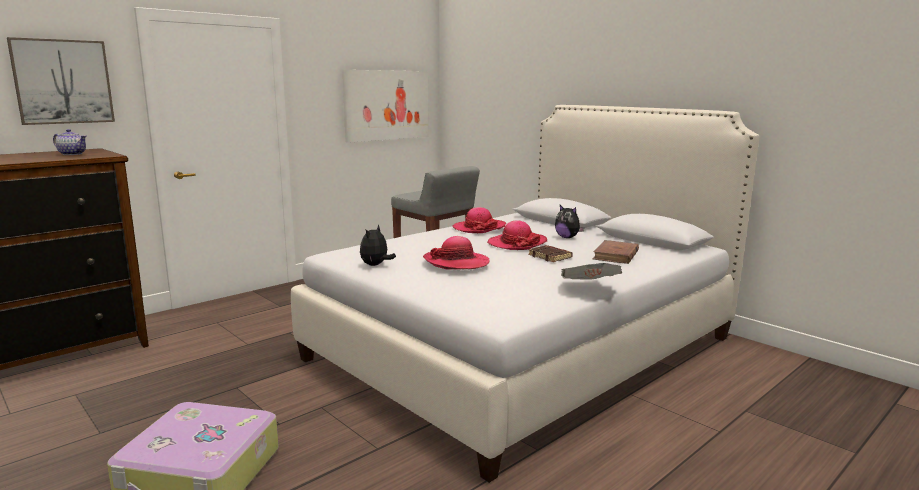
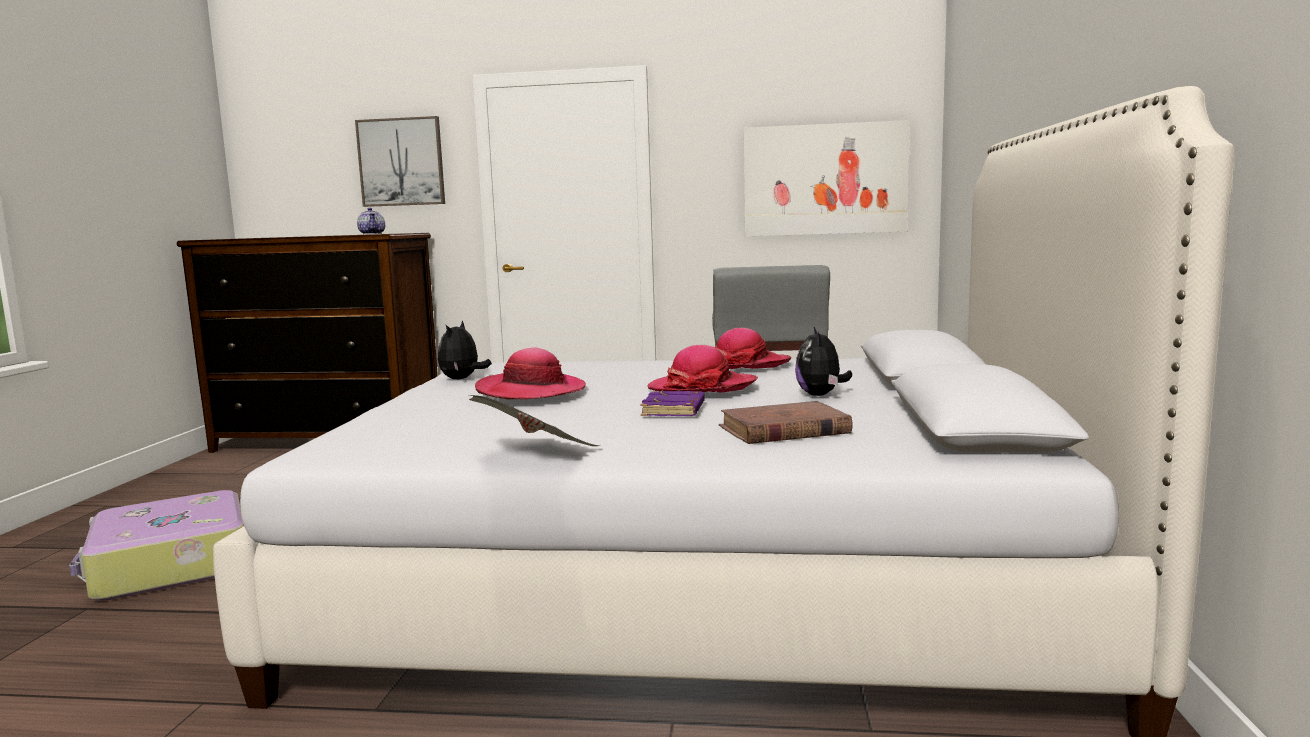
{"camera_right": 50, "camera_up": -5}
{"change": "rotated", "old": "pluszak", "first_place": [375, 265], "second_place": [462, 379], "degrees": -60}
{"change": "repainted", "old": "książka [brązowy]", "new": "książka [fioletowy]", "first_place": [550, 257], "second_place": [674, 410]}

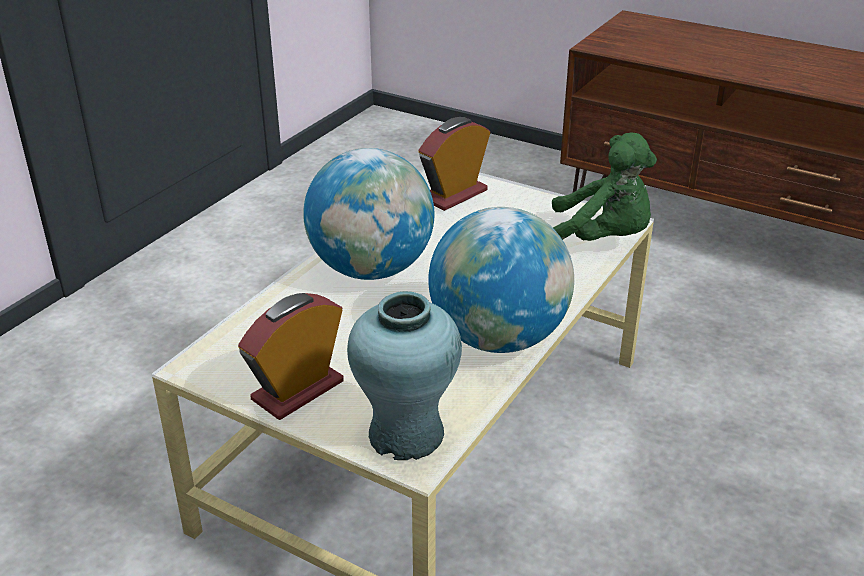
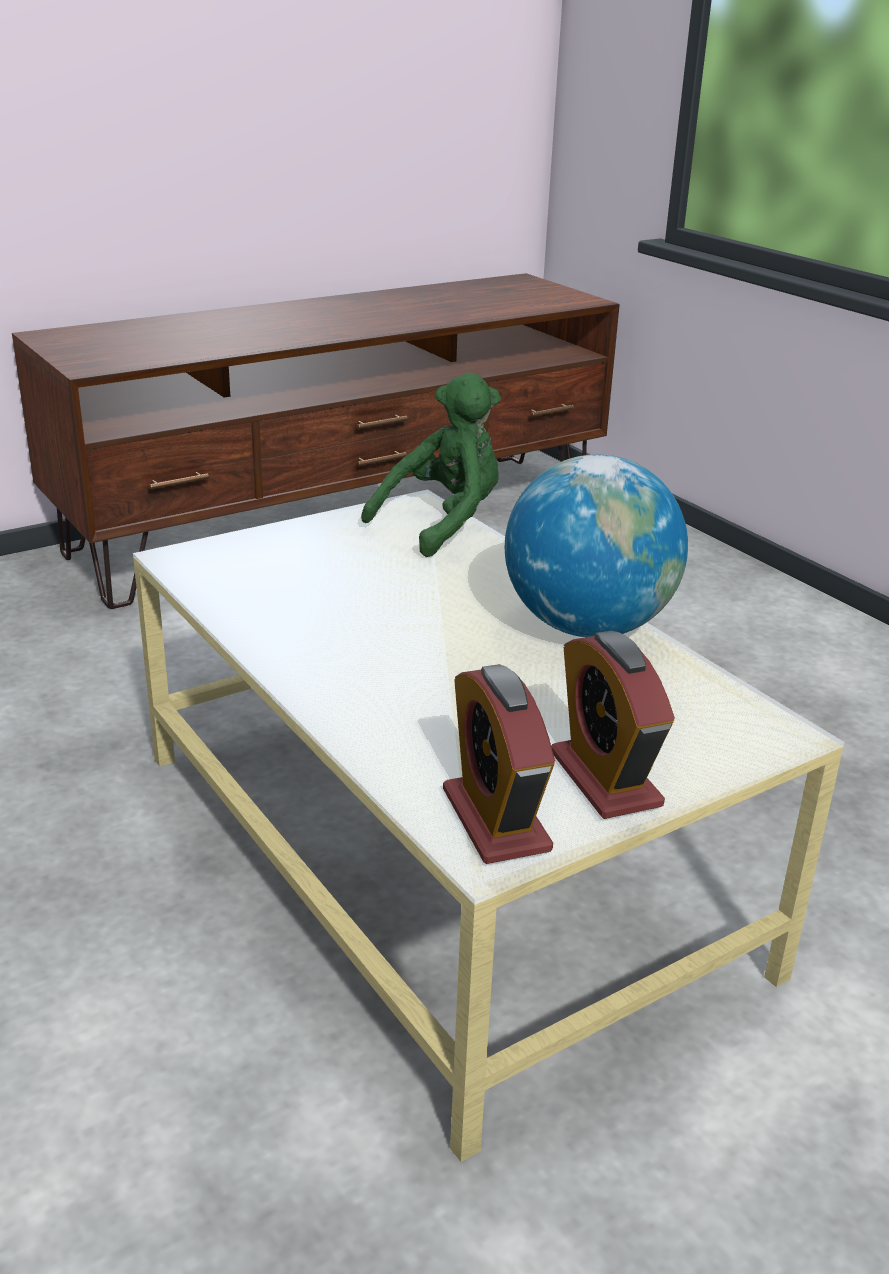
{"camera_right": -65, "camera_up": -5}
{"change": "shifted", "old": "budzik", "first_place": [454, 195], "second_place": [495, 820]}
{"change": "gone", "old": "globus", "first_place": [371, 269]}
{"change": "gone", "old": "wazon [turkusowy]", "first_place": [407, 435]}

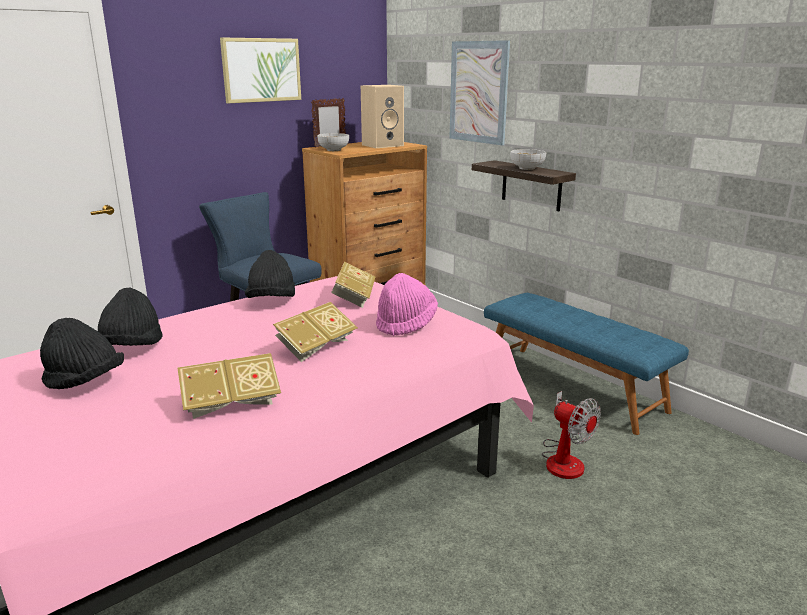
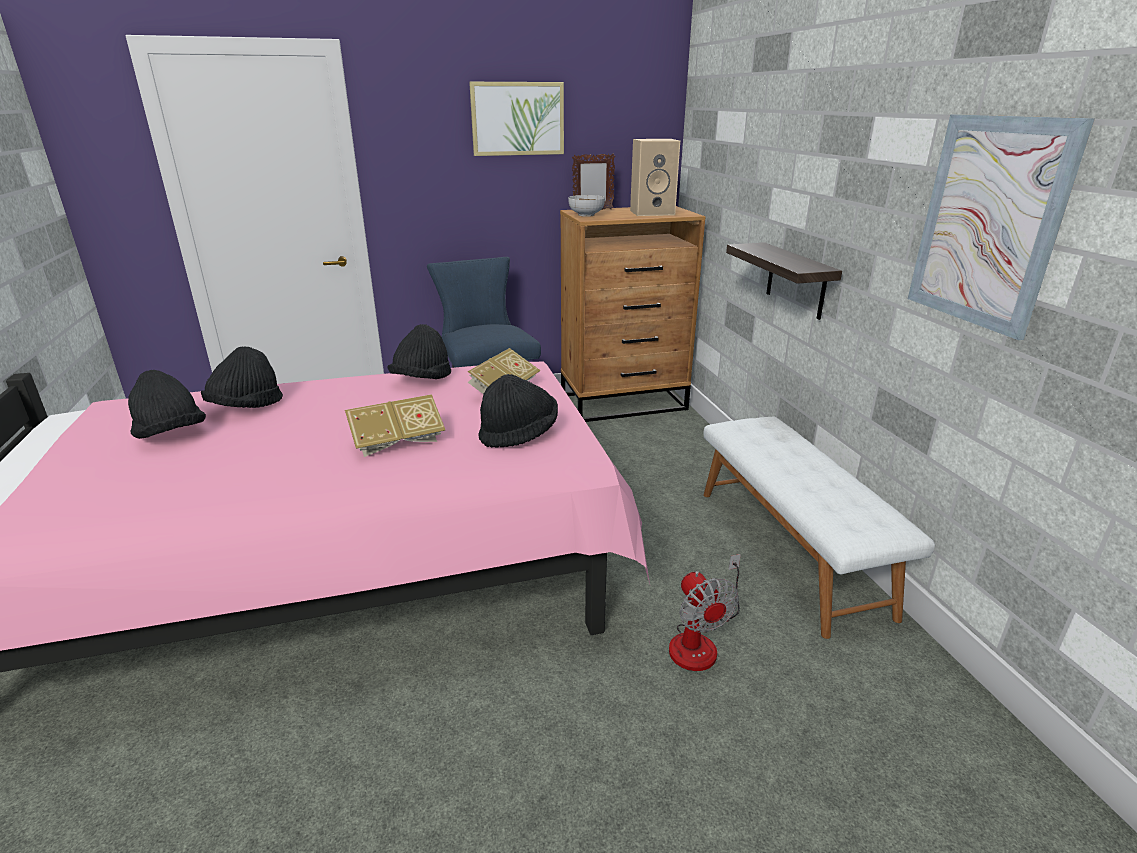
{"camera_right": 25, "camera_up": 5}
{"change": "repainted", "old": "kapelusz [różowy]", "new": "kapelusz [czarny]", "first_place": [406, 324], "second_place": [519, 434]}
{"change": "repainted", "old": "ławka [niebieski]", "new": "ławka [biały]", "first_place": [573, 386], "second_place": [790, 549]}
{"change": "shifted", "old": "obraz", "first_place": [478, 92], "second_place": [988, 223]}
{"change": "gone", "old": "książka", "first_place": [231, 403]}
{"change": "gone", "old": "miska", "first_place": [527, 168]}

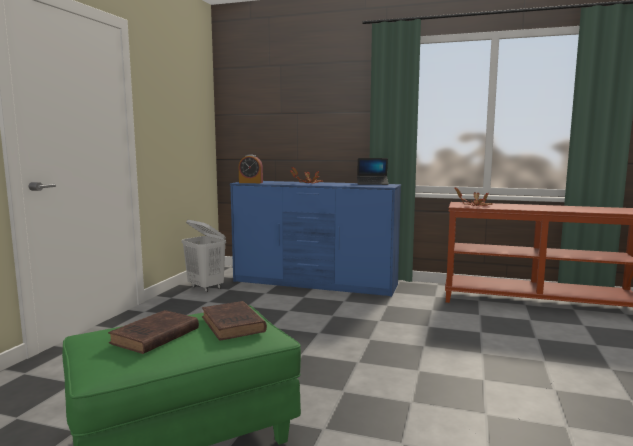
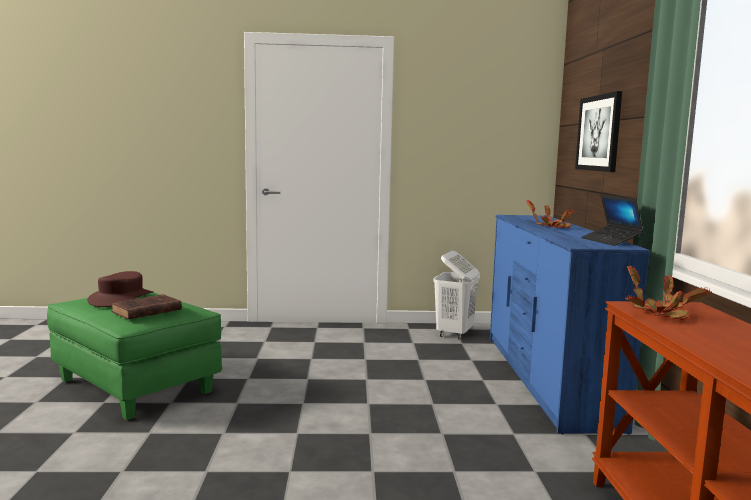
{"camera_right": 70, "camera_up": 0}
{"change": "swapped", "old": "książka [brązowy]", "new": "kapelusz [brązowy]", "first_place": [153, 337], "second_place": [121, 299]}
{"change": "new", "new": "obraz", "second_place": [599, 133]}
{"change": "gone", "old": "budzik", "first_place": [251, 182]}

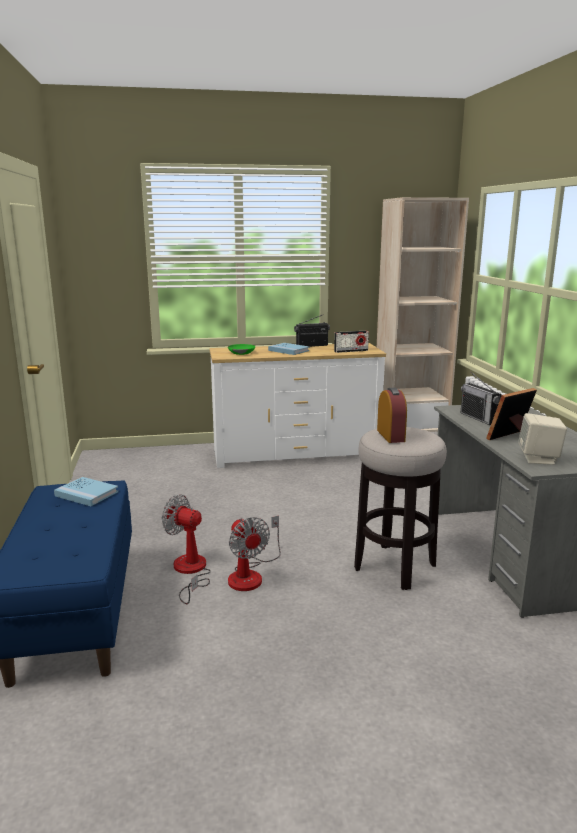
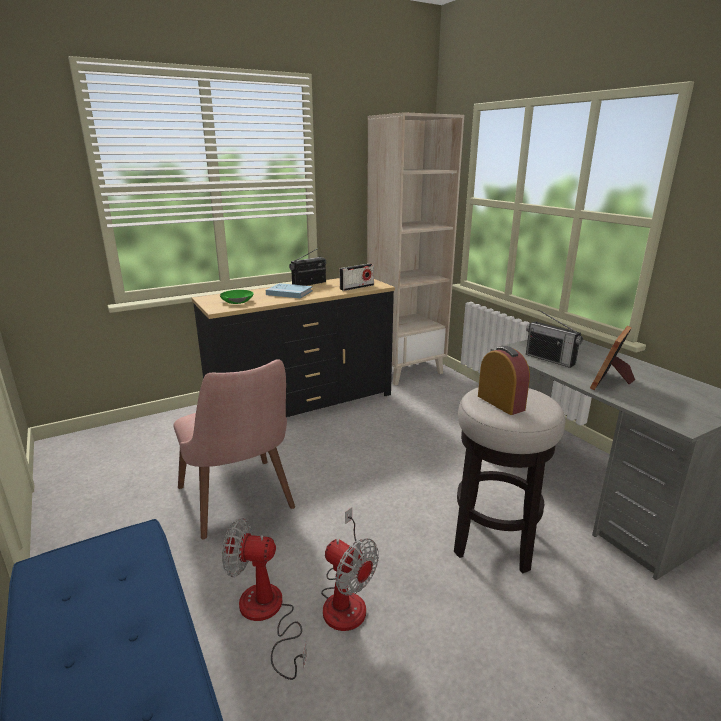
{"camera_right": -20, "camera_up": 5}
{"change": "new", "new": "krzesło [różowy]", "second_place": [241, 505]}
{"change": "repainted", "old": "komoda [biały]", "new": "komoda [czarny]", "first_place": [295, 454], "second_place": [302, 403]}
{"change": "gone", "old": "książka [niebieski]", "first_place": [86, 494]}
{"change": "gone", "old": "głośnik [beżowy]", "first_place": [539, 459]}

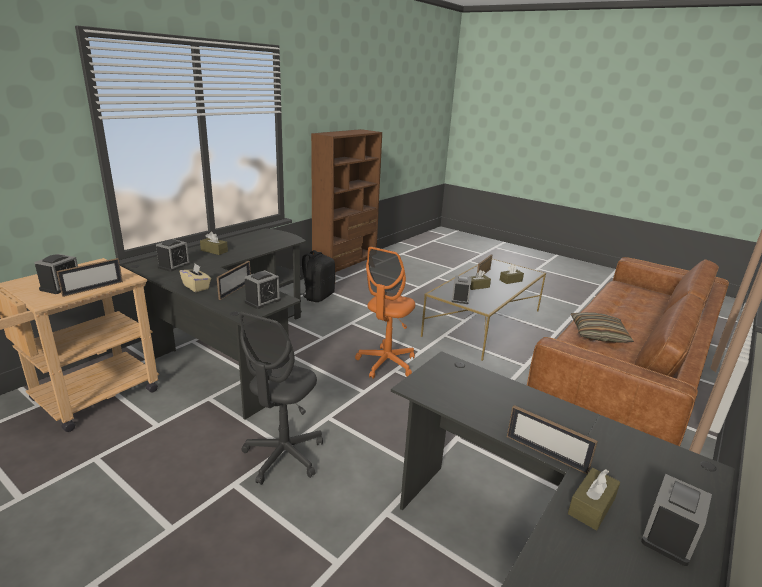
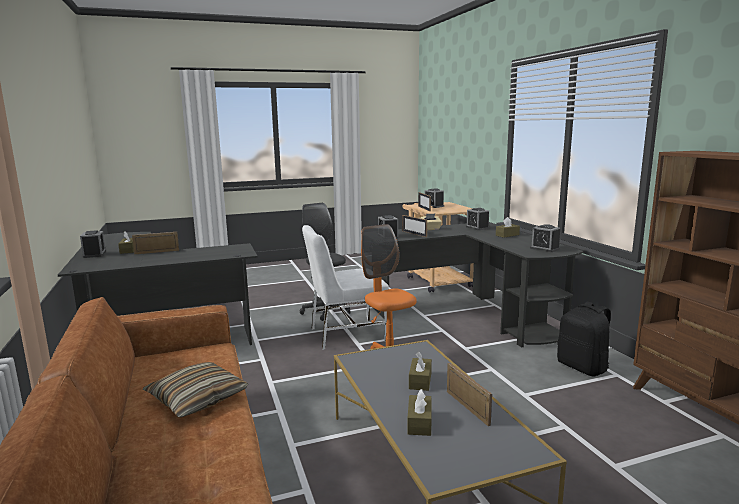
{"camera_right": 125, "camera_up": -10}
{"change": "new", "new": "krzesło [biały]", "second_place": [346, 334]}
{"change": "shifted", "old": "budzik", "first_place": [460, 298], "second_place": [544, 248]}

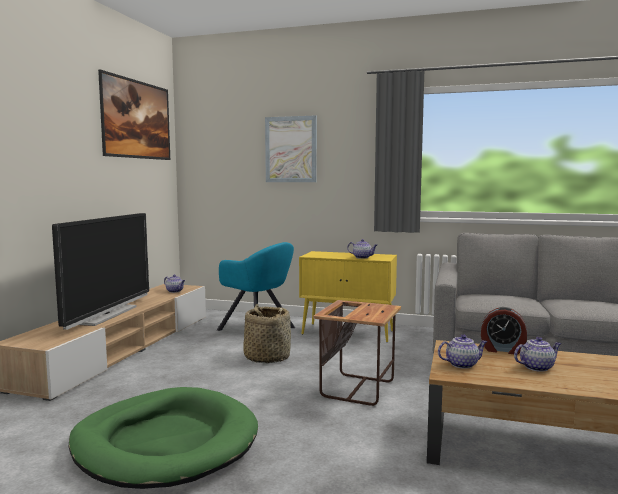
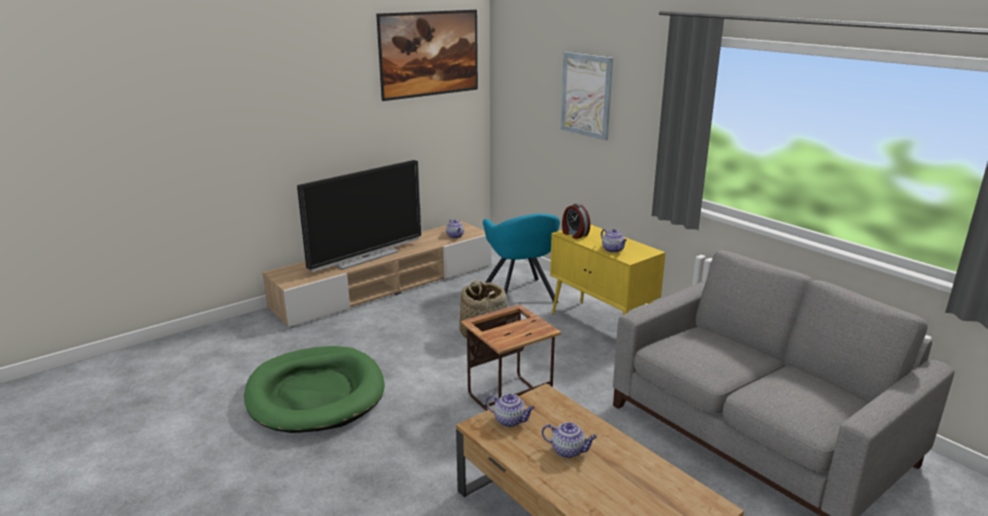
{"camera_right": 35, "camera_up": 15}
{"change": "shifted", "old": "budzik", "first_place": [502, 350], "second_place": [574, 234]}

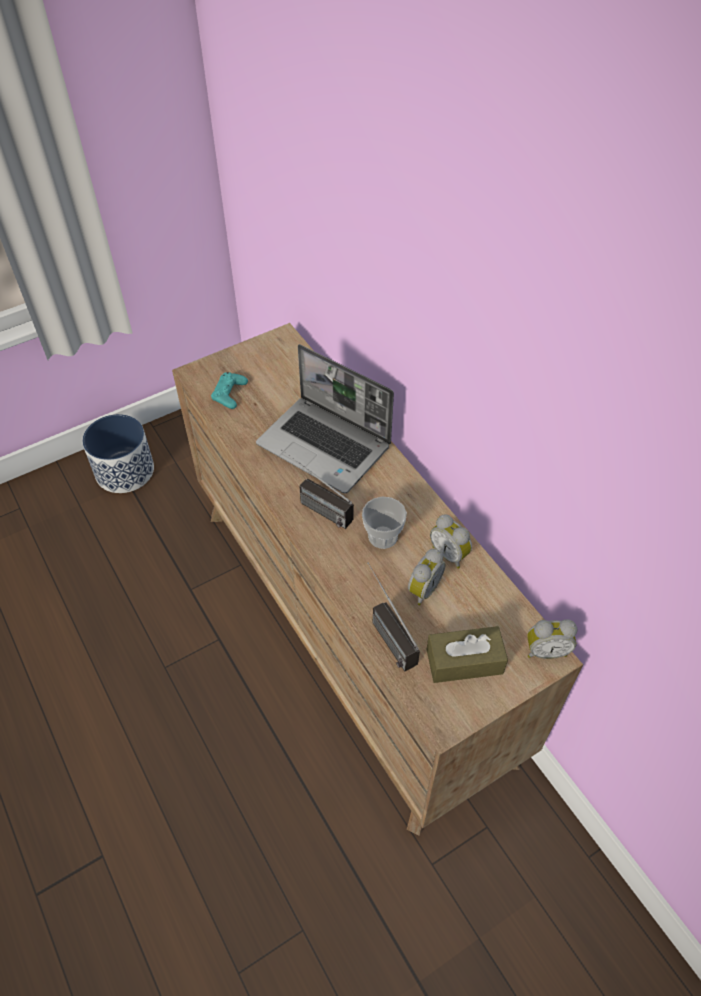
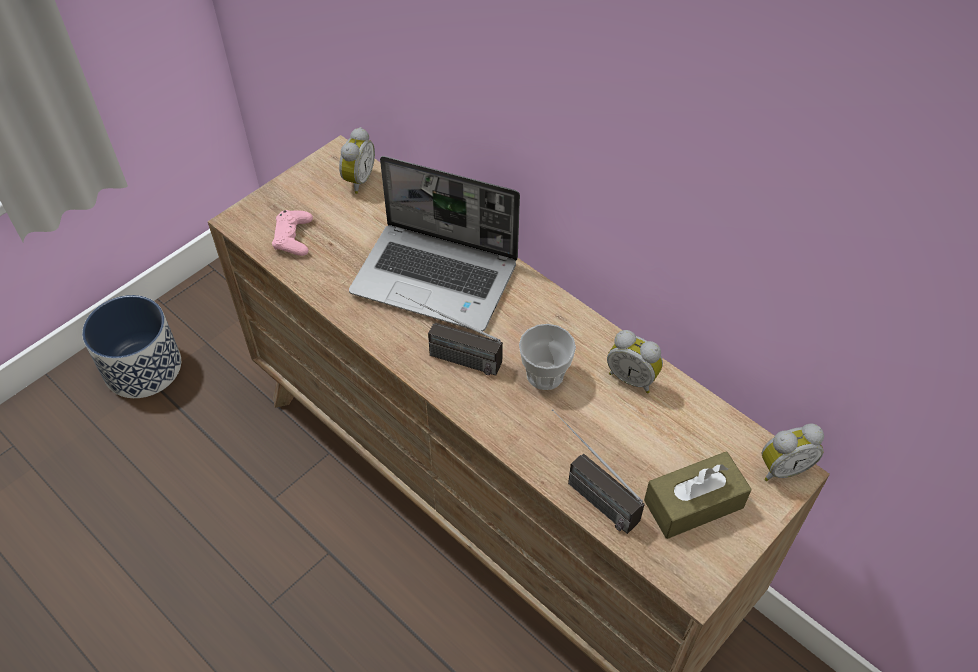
{"camera_right": -15, "camera_up": 0}
{"change": "repainted", "old": "pad do gier [turkusowy]", "new": "pad do gier [różowy]", "first_place": [229, 394], "second_place": [293, 237]}
{"change": "shifted", "old": "budzik", "first_place": [422, 589], "second_place": [357, 180]}

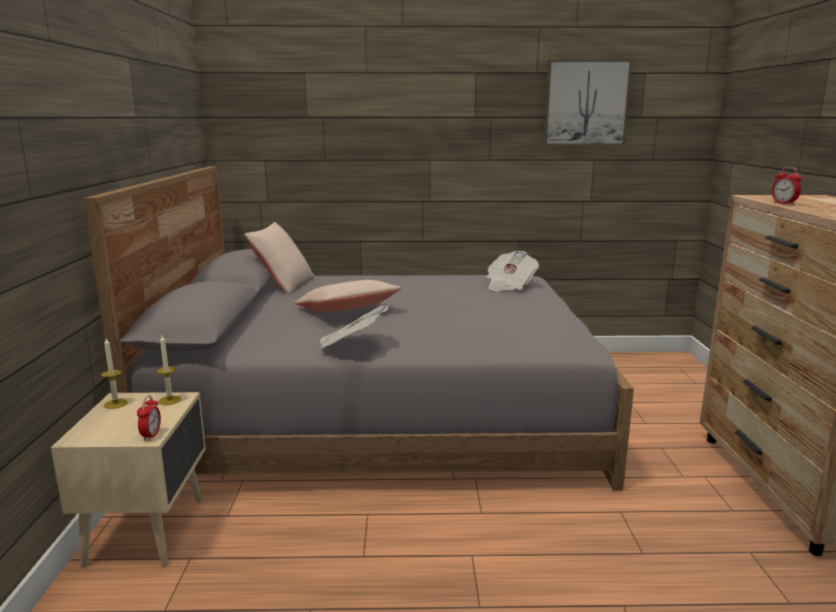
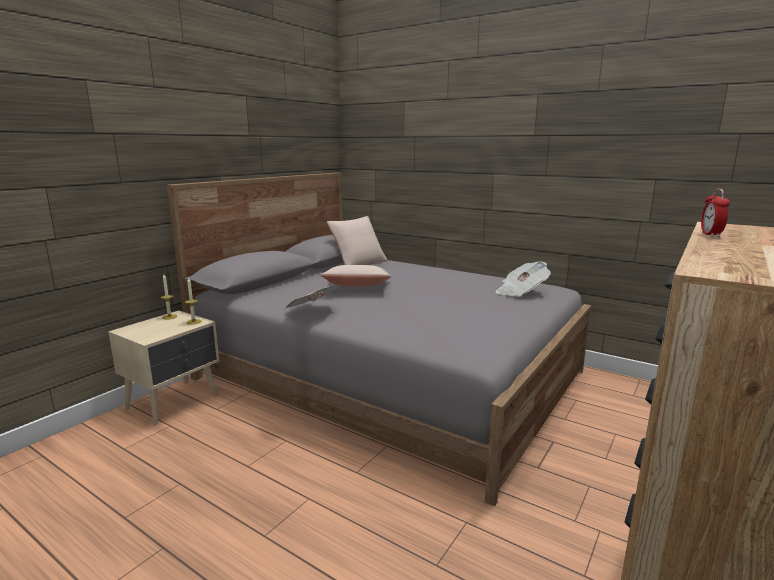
{"camera_right": 35, "camera_up": 0}
{"change": "gone", "old": "budzik", "first_place": [151, 435]}
{"change": "gone", "old": "obraz", "first_place": [586, 103]}

